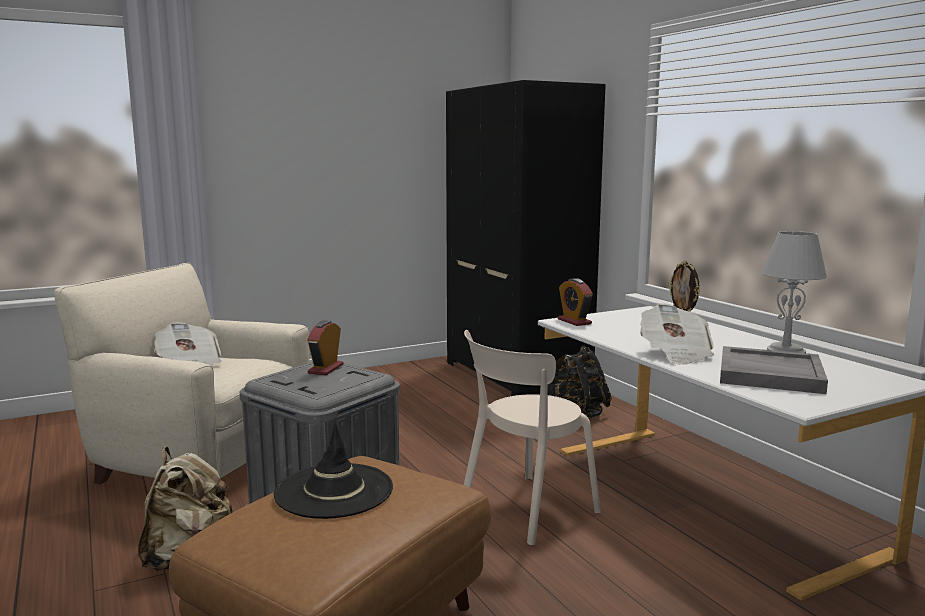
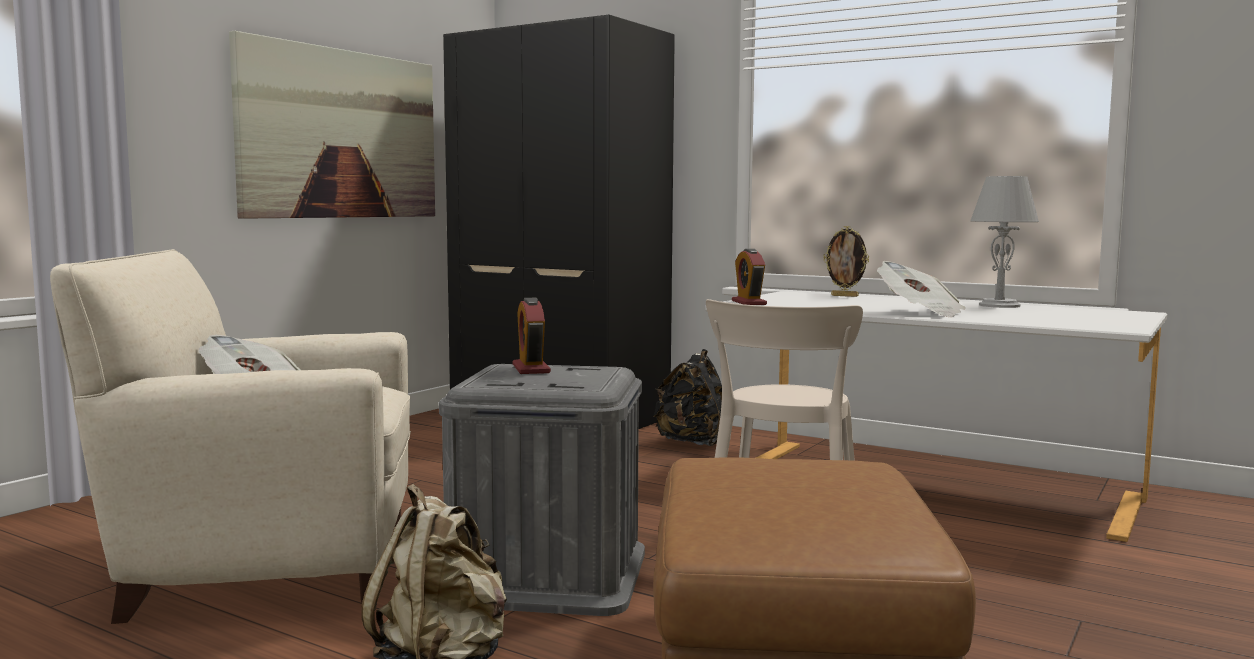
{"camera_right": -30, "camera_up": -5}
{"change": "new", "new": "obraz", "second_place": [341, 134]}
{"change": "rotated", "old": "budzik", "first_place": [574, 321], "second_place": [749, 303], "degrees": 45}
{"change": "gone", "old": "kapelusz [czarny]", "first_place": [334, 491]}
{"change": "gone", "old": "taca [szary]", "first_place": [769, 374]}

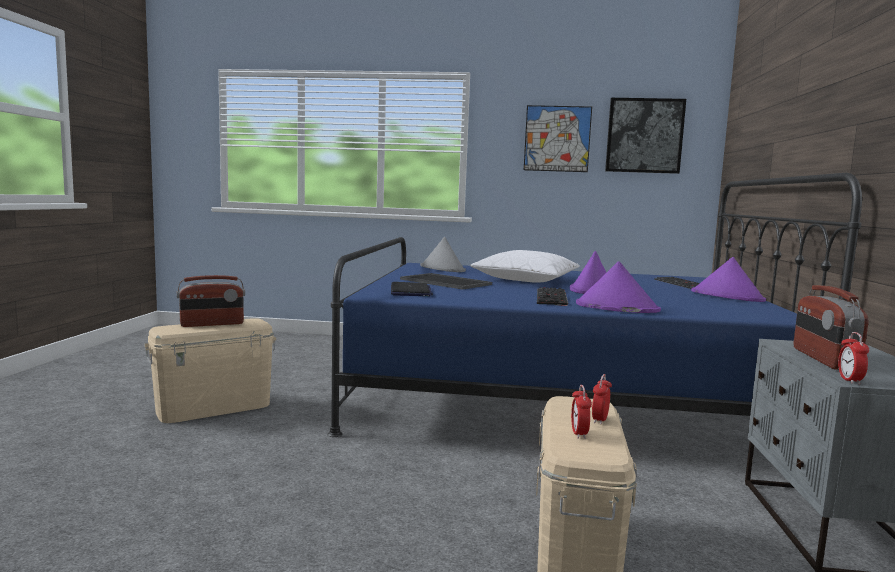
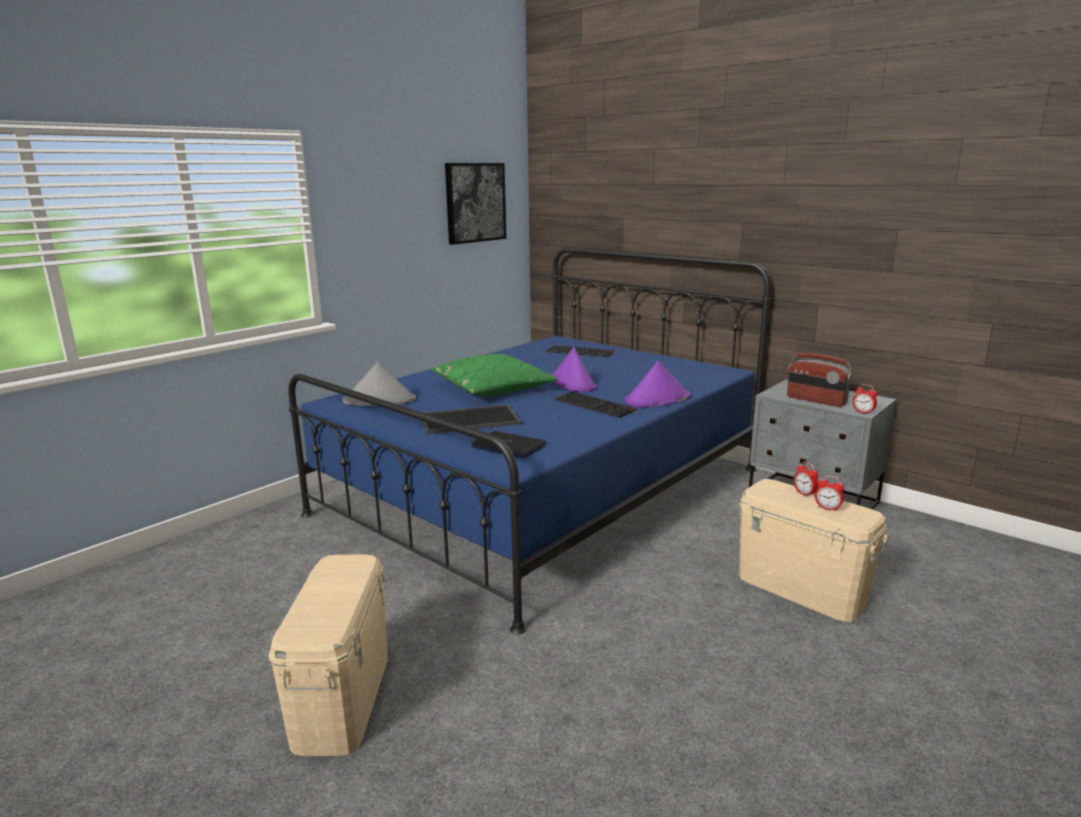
{"camera_right": -55, "camera_up": 10}
{"change": "repainted", "old": "poduszka [biały]", "new": "poduszka [zielony]", "first_place": [526, 279], "second_place": [493, 388]}
{"change": "gone", "old": "radio", "first_place": [212, 324]}
{"change": "gone", "old": "obraz", "first_place": [557, 138]}
{"change": "gone", "old": "kapelusz [fioletowy]", "first_place": [727, 296]}

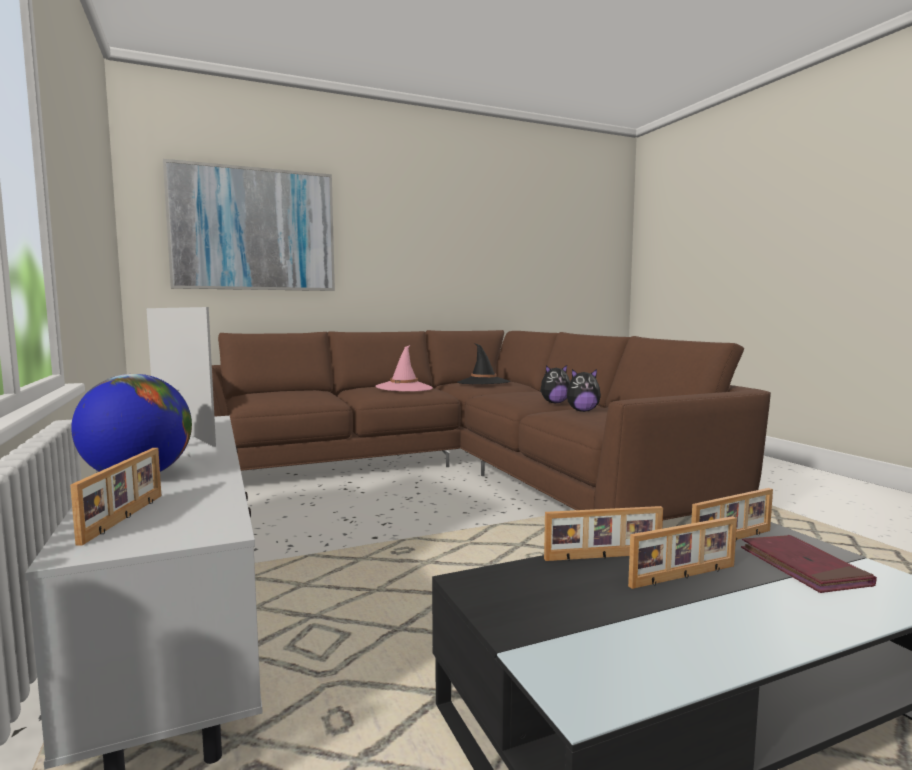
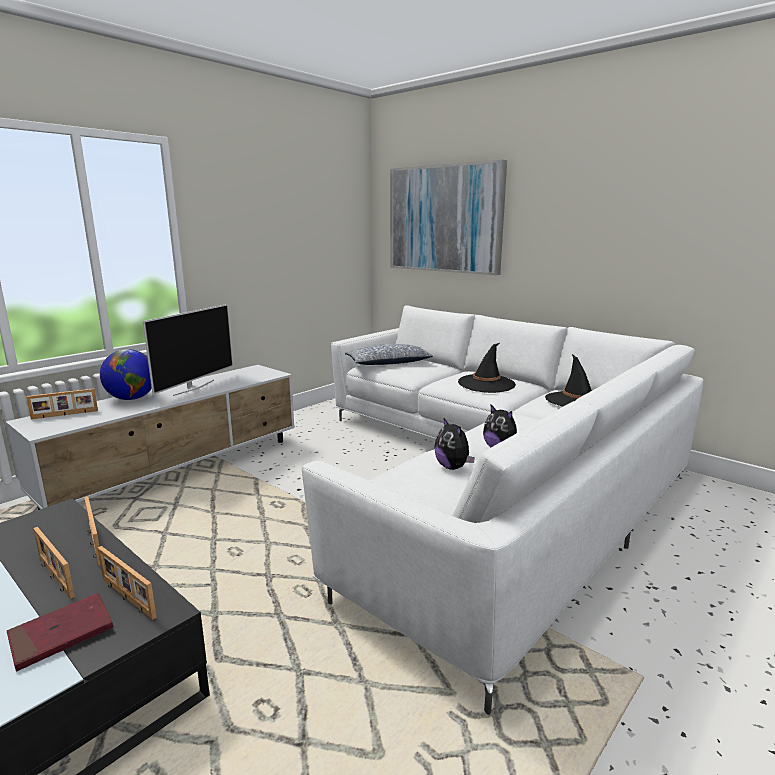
{"camera_right": 65, "camera_up": 10}
{"change": "repainted", "old": "kanapa [brązowy]", "new": "kanapa [biały]", "first_place": [458, 469], "second_place": [490, 479]}
{"change": "new", "new": "poduszka", "second_place": [389, 364]}
{"change": "repainted", "old": "kapelusz [różowy]", "new": "kapelusz [czarny]", "first_place": [404, 388], "second_place": [486, 384]}

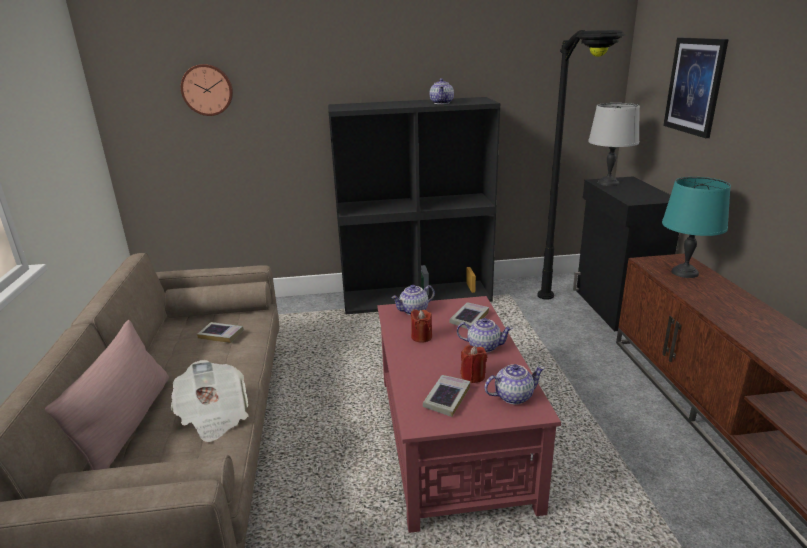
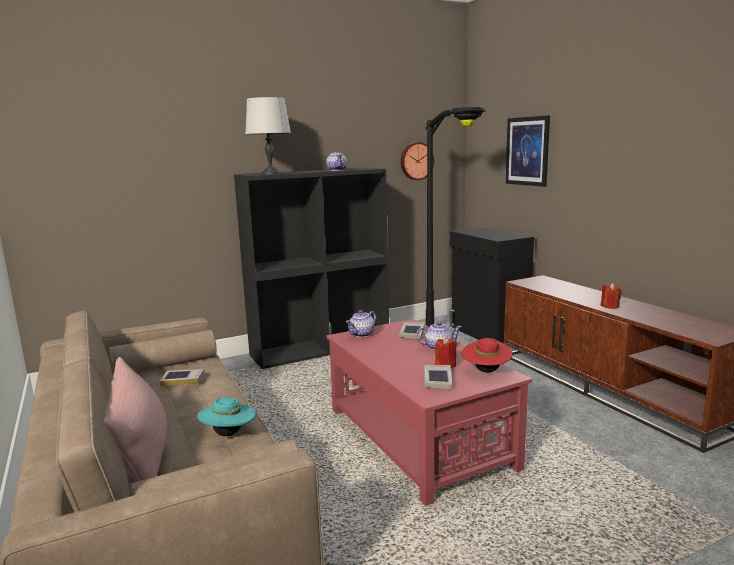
{"camera_right": -20, "camera_up": -10}
{"change": "swapped", "old": "gazeta", "new": "kapelusz [turkusowy]", "first_place": [214, 416], "second_place": [229, 434]}
{"change": "shifted", "old": "lampa stołowa [szary]", "first_place": [608, 183], "second_place": [271, 173]}
{"change": "shifted", "old": "zegar ścienny", "first_place": [207, 90], "second_place": [416, 161]}
{"change": "swapped", "old": "imbryk", "new": "kapelusz [czerwony]", "first_place": [513, 396], "second_place": [486, 371]}
{"change": "shifted", "old": "świeca [czerwony]", "first_place": [421, 337], "second_place": [610, 306]}
{"change": "gone", "old": "lampa stołowa [turkusowy]", "first_place": [685, 272]}

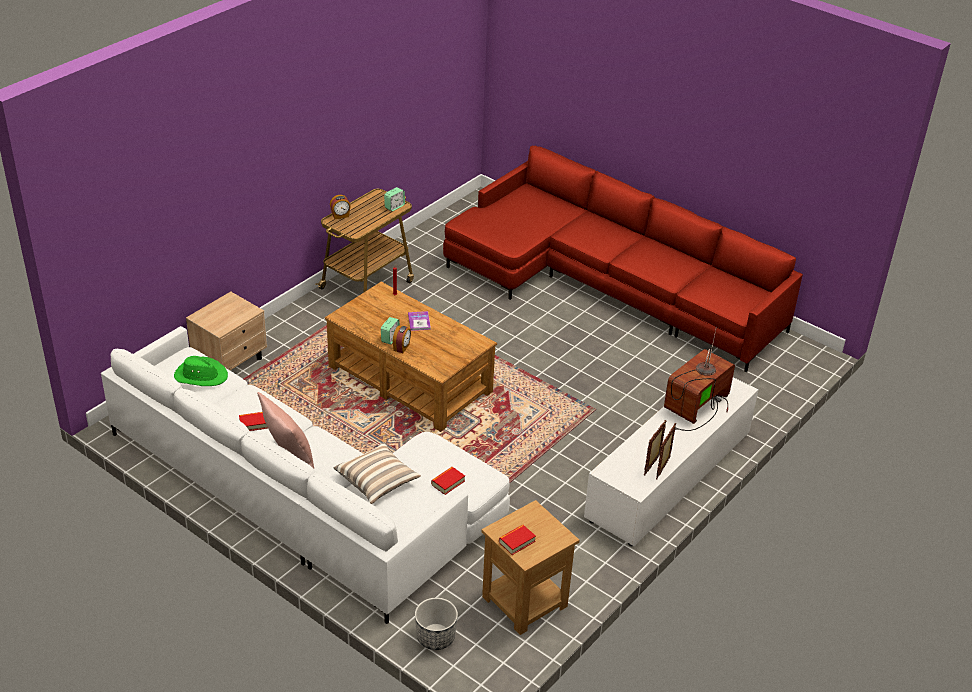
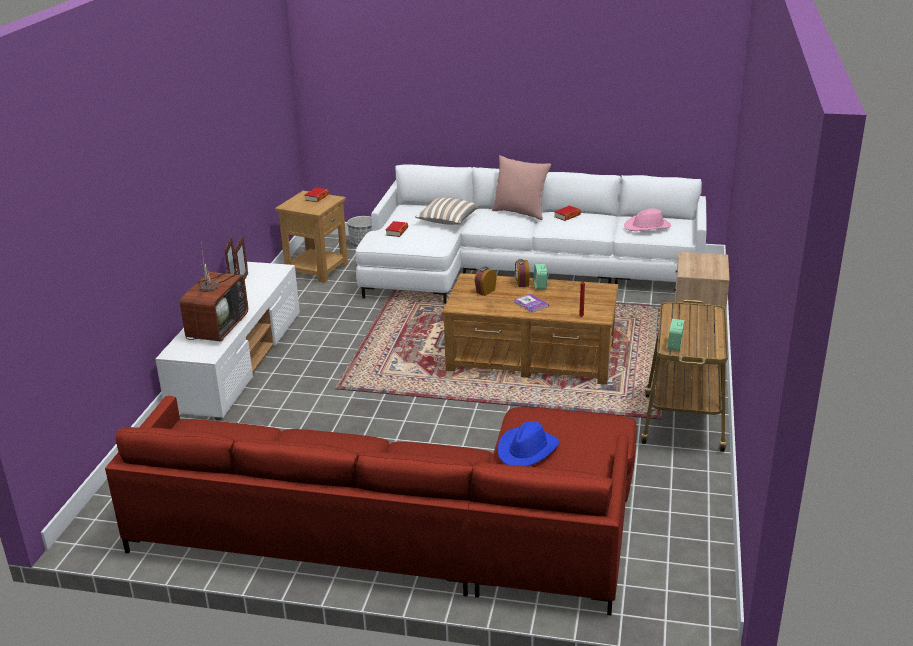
{"camera_right": 155, "camera_up": -10}
{"change": "shifted", "old": "budzik", "first_place": [340, 216], "second_place": [485, 291]}
{"change": "new", "new": "kapelusz [niebieski]", "second_place": [527, 450]}
{"change": "repainted", "old": "kapelusz [zielony]", "new": "kapelusz [różowy]", "first_place": [201, 375], "second_place": [647, 226]}

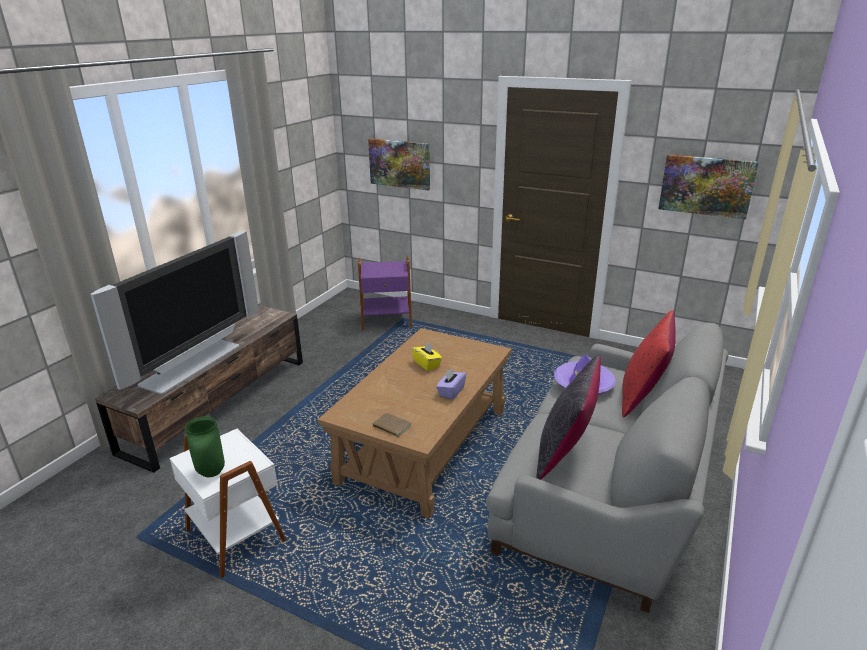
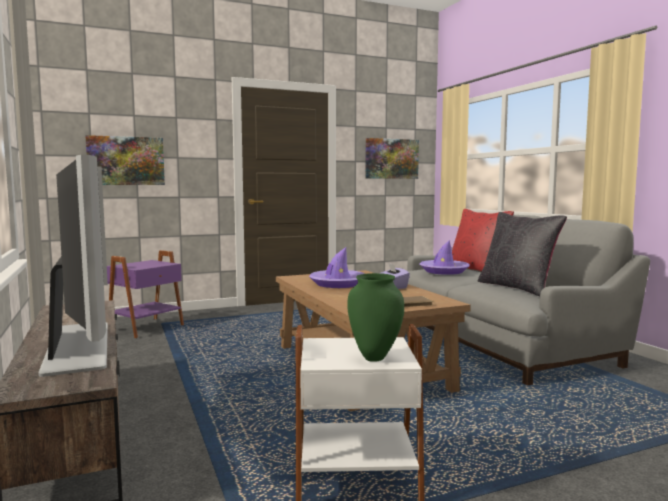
{"camera_right": -50, "camera_up": -20}
{"change": "swapped", "old": "pudełko chusteczek [żółty]", "new": "kapelusz [fioletowy]", "first_place": [427, 364], "second_place": [337, 284]}

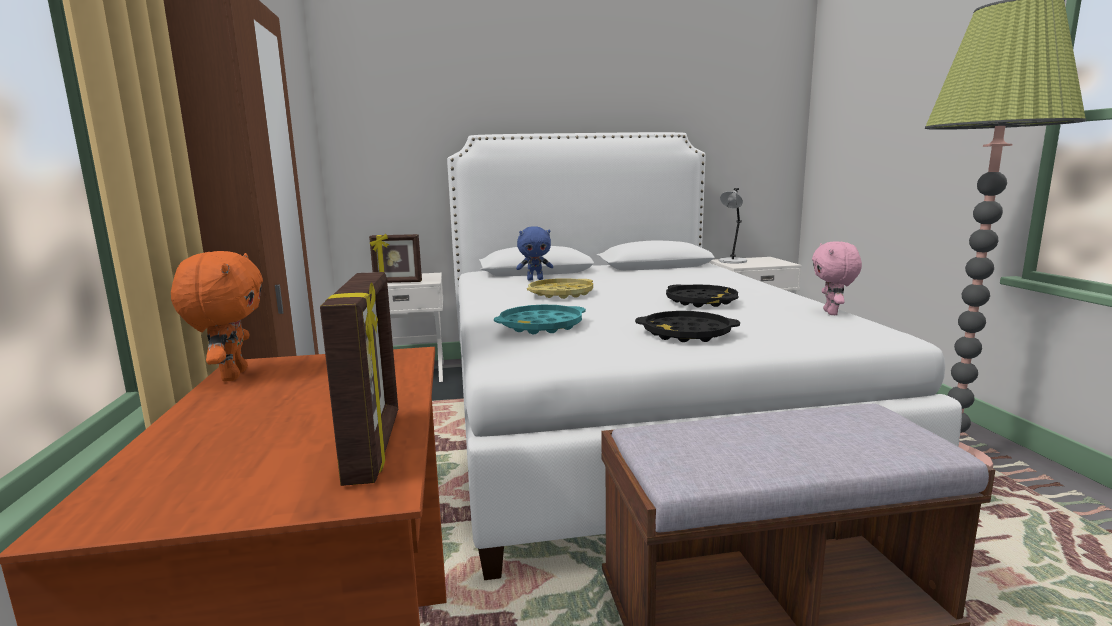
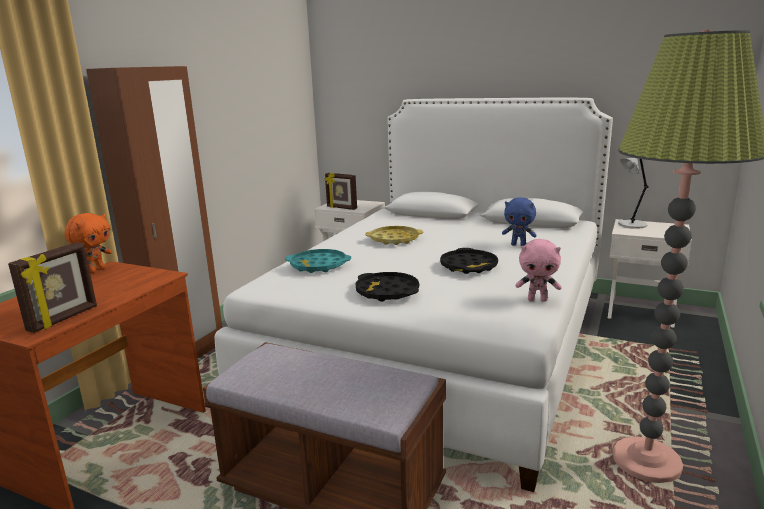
{"camera_right": 35, "camera_up": 5}
{"change": "shifted", "old": "pluszak [niebieski]", "first_place": [535, 279], "second_place": [518, 245]}
{"change": "rotated", "old": "pluszak [różowy]", "first_place": [832, 313], "second_place": [537, 299], "degrees": -120}

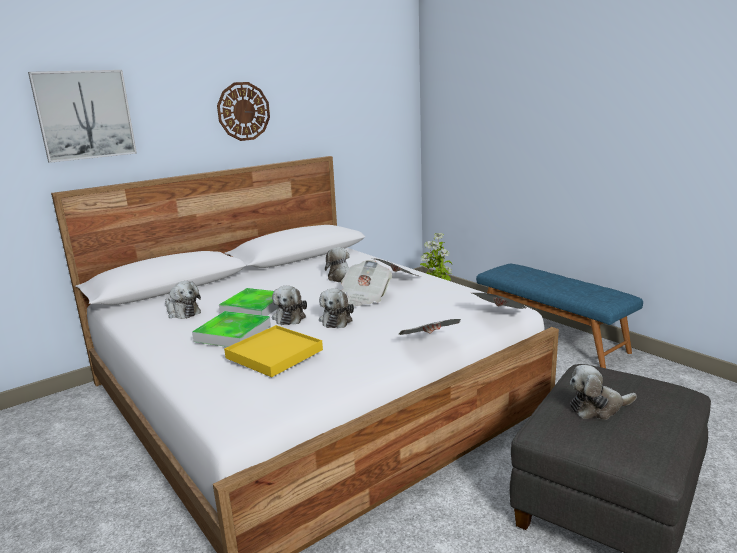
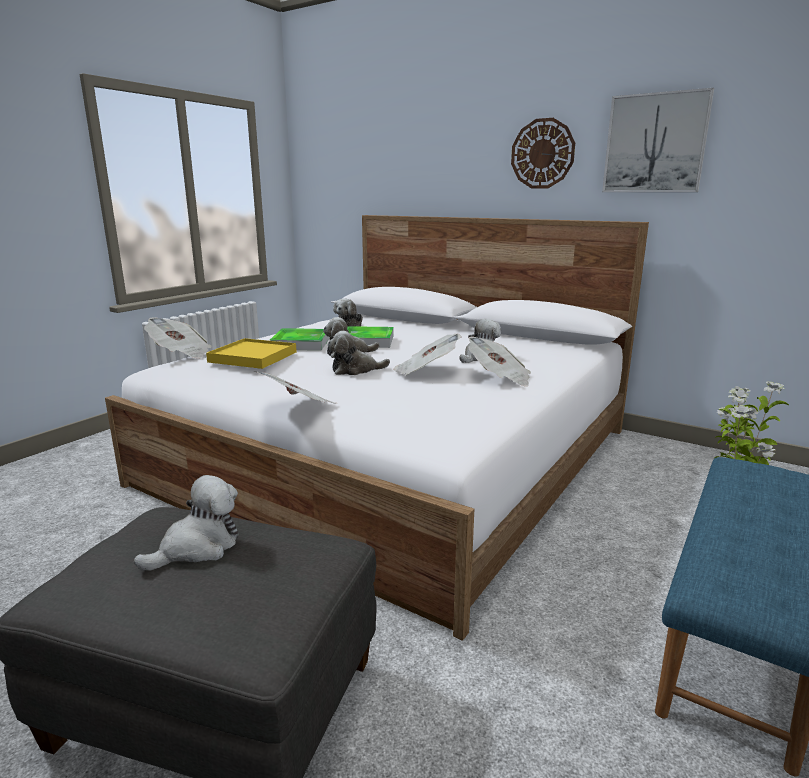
{"camera_right": 70, "camera_up": 0}
{"change": "rotated", "old": "pluszak", "first_place": [597, 408], "second_place": [198, 547], "degrees": 75}
{"change": "shifted", "old": "gazeta", "first_place": [500, 316], "second_place": [181, 353]}
{"change": "shifted", "old": "obraz", "first_place": [85, 115], "second_place": [655, 143]}

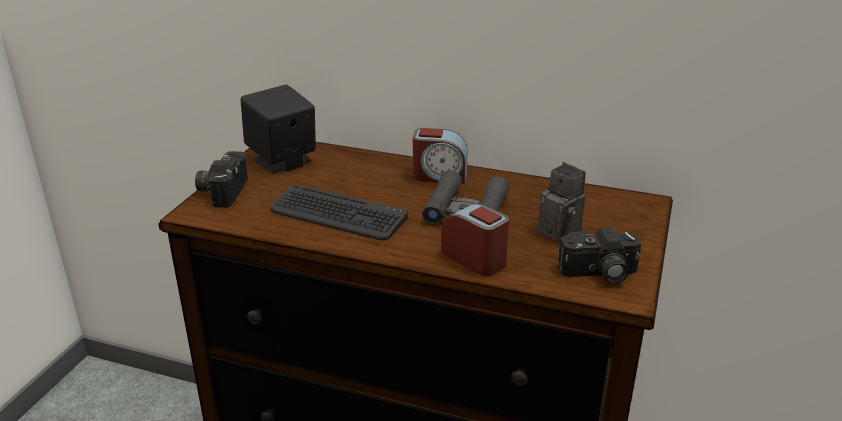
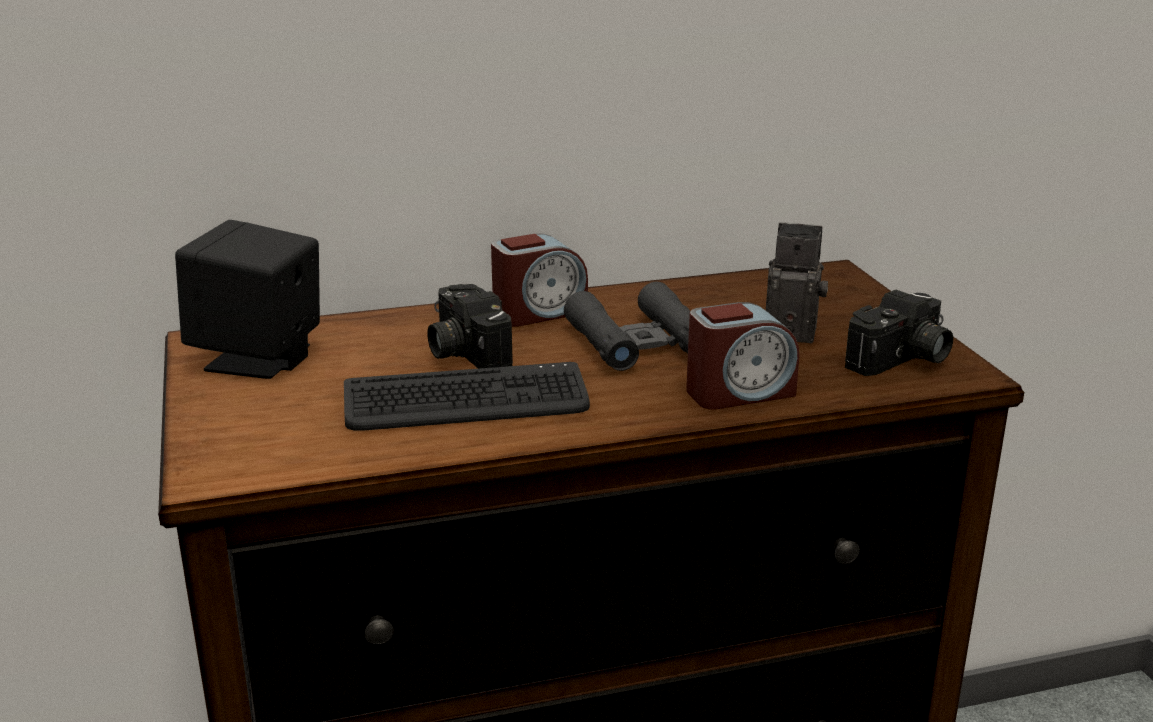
{"camera_right": -35, "camera_up": -5}
{"change": "shifted", "old": "aparat fotograficzny", "first_place": [222, 190], "second_place": [463, 351]}
{"change": "rotated", "old": "budzik", "first_place": [475, 258], "second_place": [739, 392], "degrees": 150}

